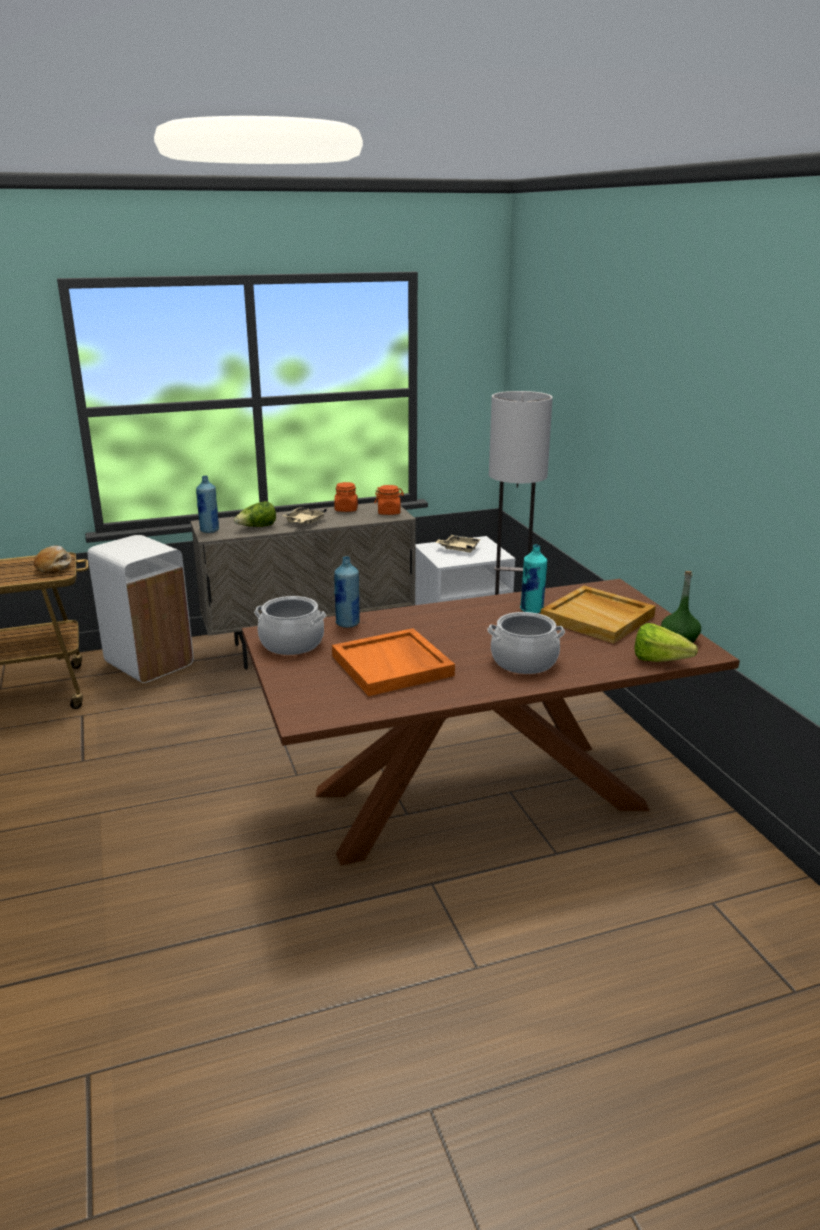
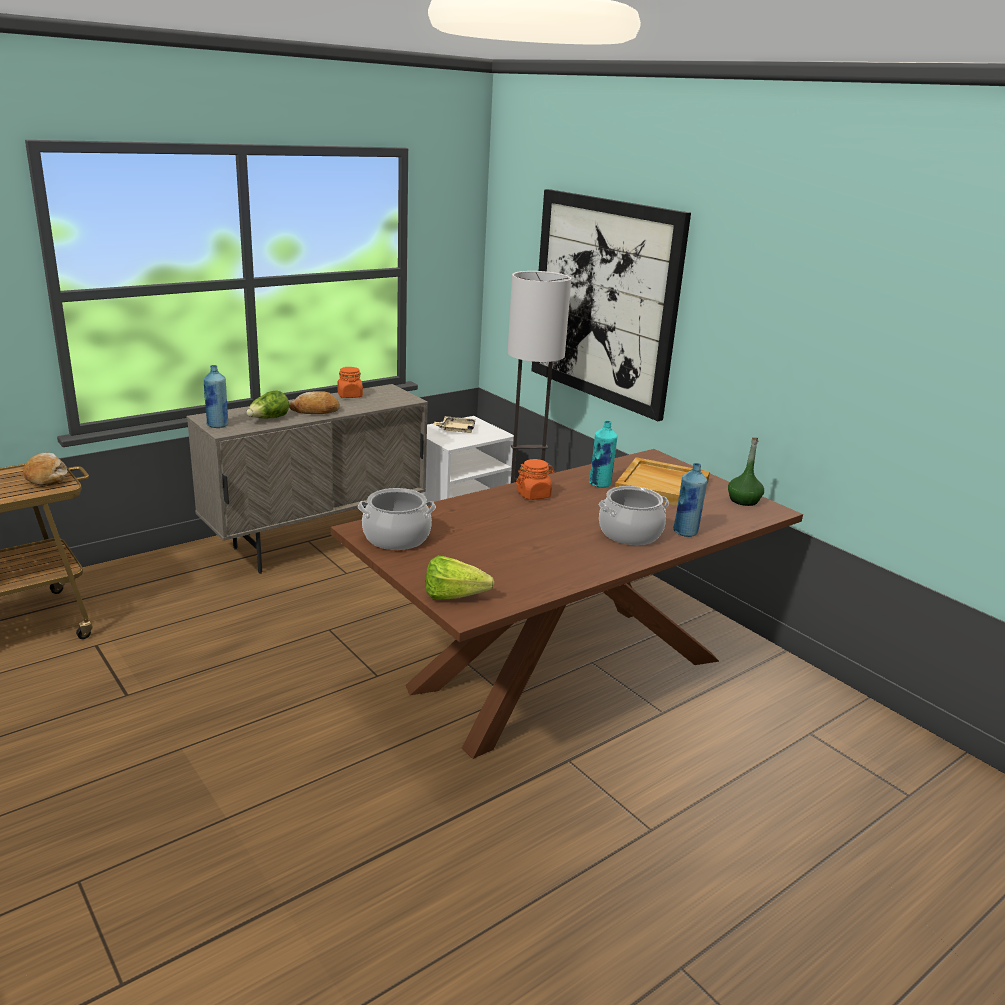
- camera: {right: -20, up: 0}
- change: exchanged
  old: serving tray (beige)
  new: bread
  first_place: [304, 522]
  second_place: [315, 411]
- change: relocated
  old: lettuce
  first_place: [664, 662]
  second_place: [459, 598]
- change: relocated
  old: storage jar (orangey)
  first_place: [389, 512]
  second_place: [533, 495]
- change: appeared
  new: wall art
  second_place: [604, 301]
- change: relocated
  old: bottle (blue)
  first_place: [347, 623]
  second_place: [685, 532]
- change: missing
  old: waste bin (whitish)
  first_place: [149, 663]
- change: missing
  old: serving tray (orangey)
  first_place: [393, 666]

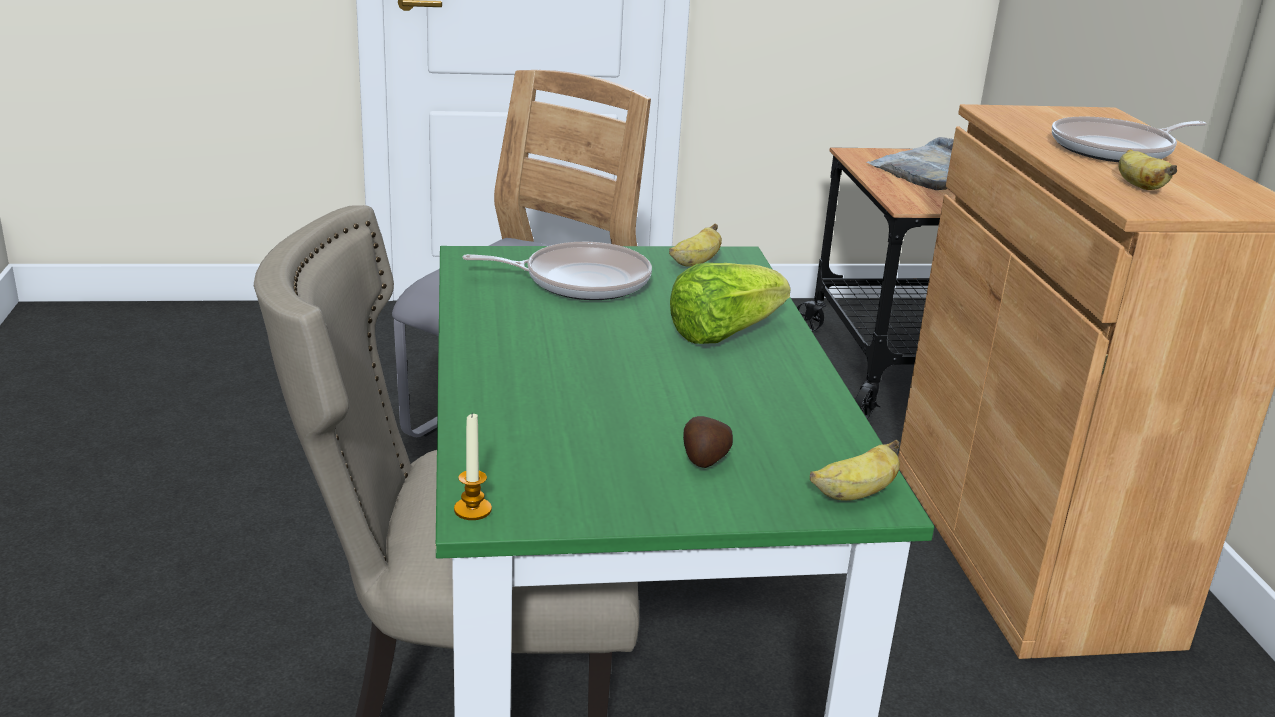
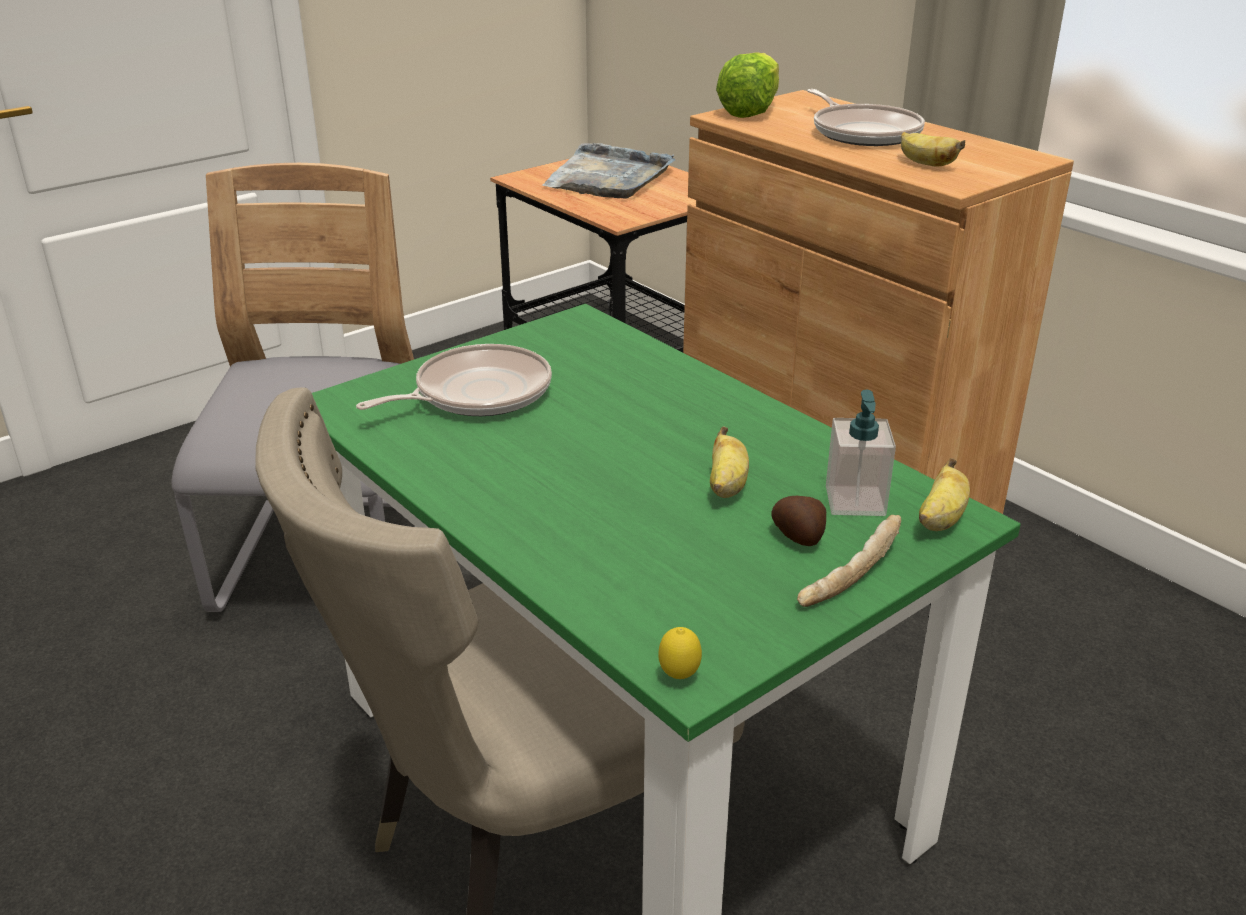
- camera: {right: -30, up: 5}
- change: exchanged
  old: candle
  new: citrus fruit
  first_place: [472, 510]
  second_place: [679, 677]
- change: relocated
  old: banana
  first_place: [695, 263]
  second_place: [726, 486]
- change: relocated
  old: lettuce
  first_place: [723, 333]
  second_place: [750, 110]
- change: appeared
  new: bread
  second_place: [848, 573]
- change: spun
  old: frying pan
  first_place: [1116, 150]
  second_place: [863, 133]
  degrees: -60
- change: appeared
  new: soap dispenser
  second_place: [855, 501]

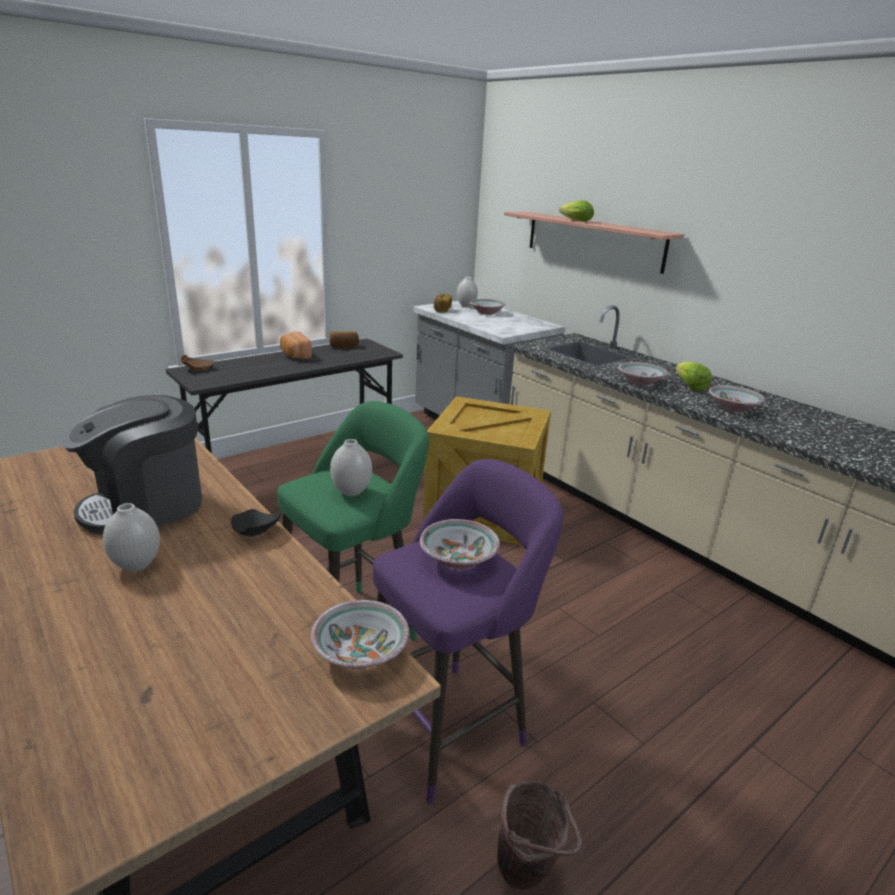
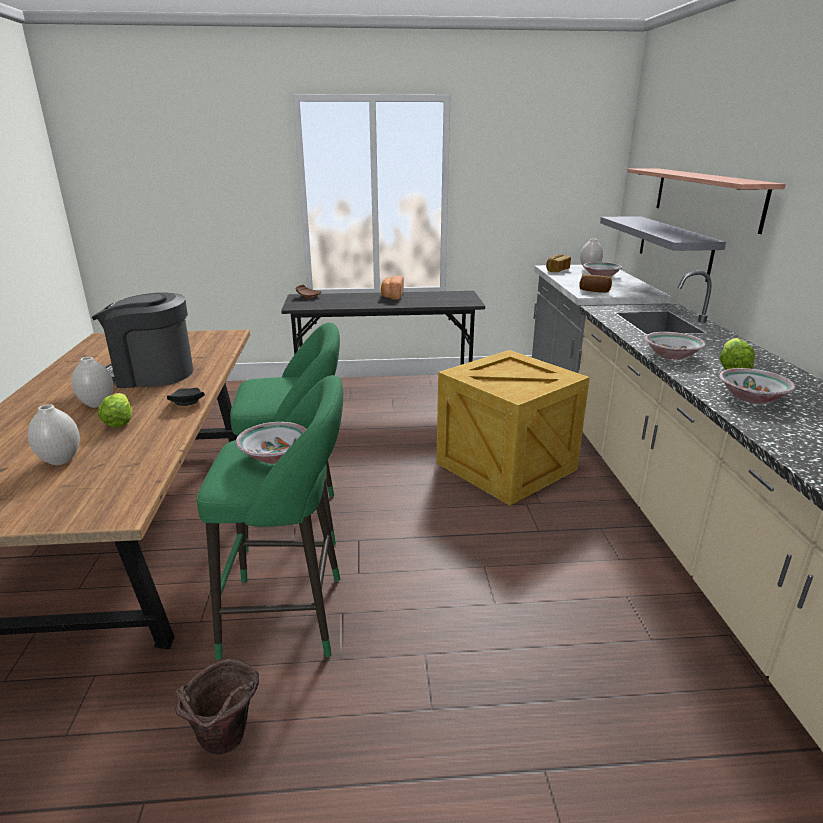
- camera: {right: 35, up: 0}
- change: relocated
  old: flower vase (whitish)
  first_place: [352, 492]
  second_place: [60, 461]
- change: relocated
  old: lettuce
  first_place: [574, 220]
  second_place: [120, 420]
- change: colour
  old: stool (purplish)
  new: stool (greenish)
  first_place: [452, 724]
  second_place: [292, 615]
- change: relocated
  old: bread
  first_place: [343, 346]
  second_place: [594, 291]
- change: appeared
  new: shelf (greyish)
  second_place: [674, 247]
- change: missing
  old: serving bowl
  first_place: [361, 652]

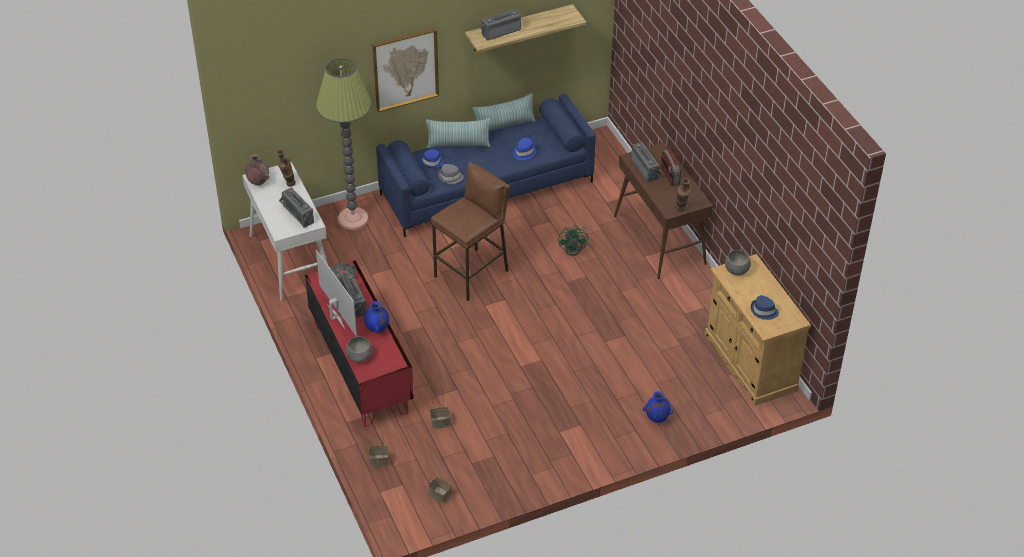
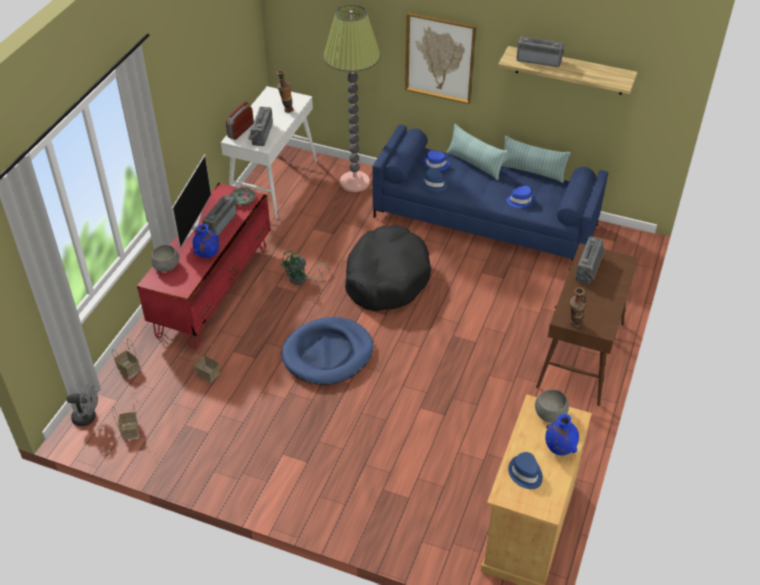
- camera: {right: 45, up: 0}
- change: appeared
  new: cooling fan (greyish)
  second_place: [88, 417]
- change: relocated
  old: radio set
  first_place: [669, 175]
  second_place: [240, 130]
- change: relocated
  old: cooling fan (greenish)
  first_place: [575, 248]
  second_place: [302, 279]
- change: appeared
  new: pet bed (blue)
  second_place: [328, 354]
- change: exchanged
  old: stool (brown)
  new: pet bed (black-coloured)
  first_place: [472, 274]
  second_place: [386, 278]
- change: colour
  old: clothing hat (greyish)
  new: clothing hat (blue)
  first_place: [450, 177]
  second_place: [434, 184]
- change: relocated
  old: flower vase (blue)
  first_place: [656, 418]
  second_place: [559, 449]
- change: missing
  old: flower vase (brown)
  first_place: [258, 182]

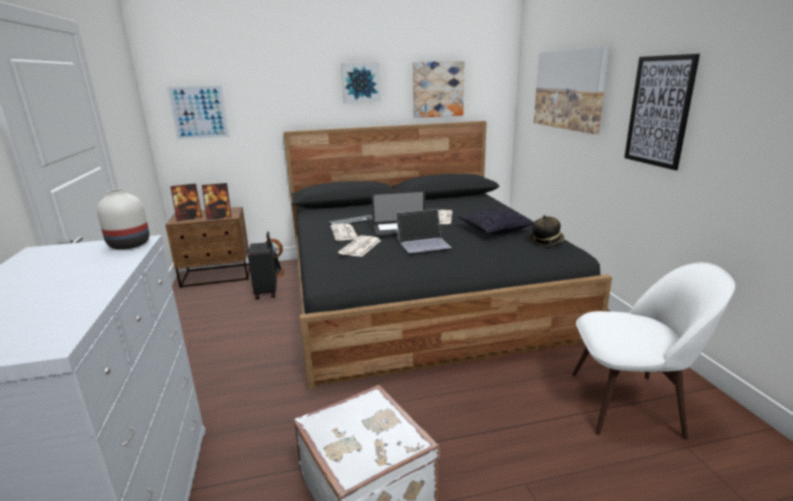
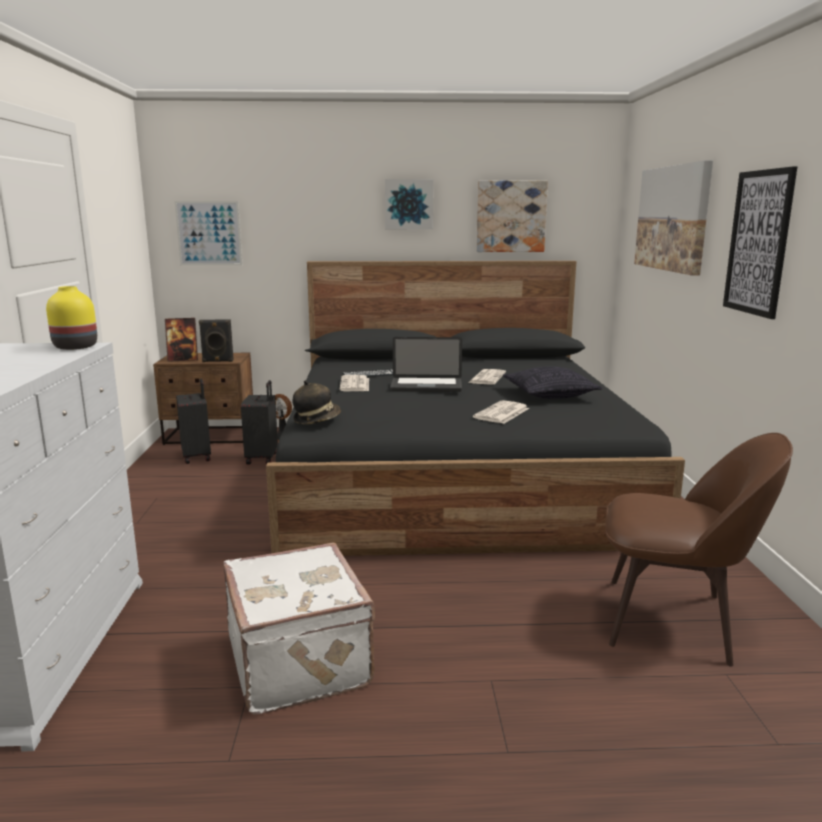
- camera: {right: 10, up: -5}
- change: colour
  old: flower vase (whitish)
  new: flower vase (yellow)
  first_place: [128, 245]
  second_place: [74, 347]
- change: appeared
  new: suitcase (black-coloured)
  second_place: [197, 457]
- change: exchanged
  old: photo frame
  new: loudspeaker (black-coloured)
  first_place: [219, 217]
  second_place: [217, 361]
- change: relocated
  old: clothing hat
  first_place: [546, 241]
  second_place: [316, 419]
- change: relocated
  old: newspaper
  first_place: [360, 247]
  second_place: [501, 413]
- change: colour
  old: plain chair (whitish)
  new: plain chair (brown)
  first_place: [630, 403]
  second_place: [674, 620]
- change: missing
  old: laptop
  first_place: [423, 243]

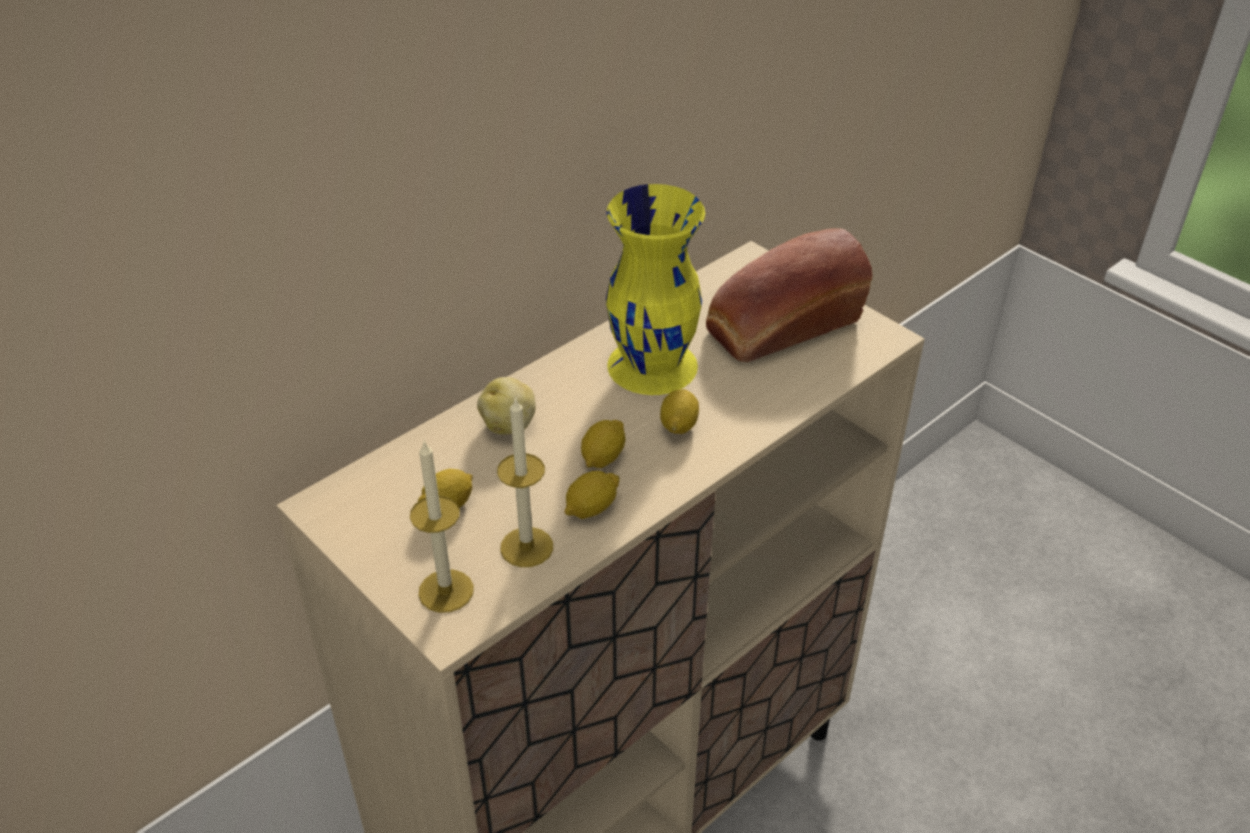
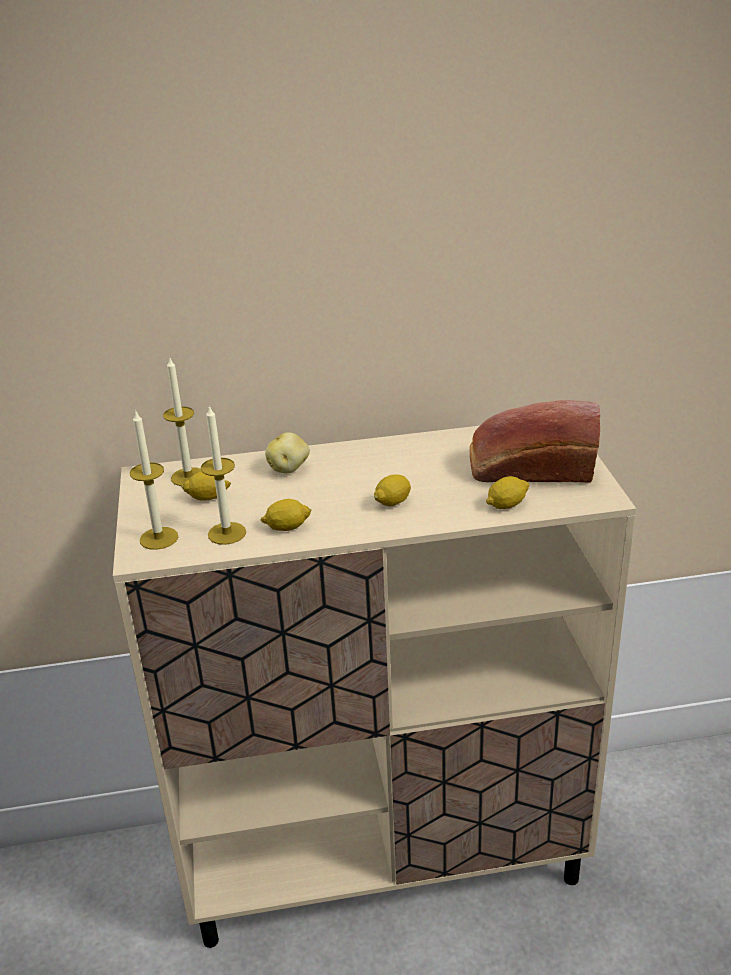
- camera: {right: 35, up: -10}
- change: appeared
  new: candle
  second_place: [188, 477]
- change: relocated
  old: citrus fruit
  first_place: [603, 457]
  second_place: [506, 505]
- change: missing
  old: flower vase (yellow)
  first_place: [654, 365]

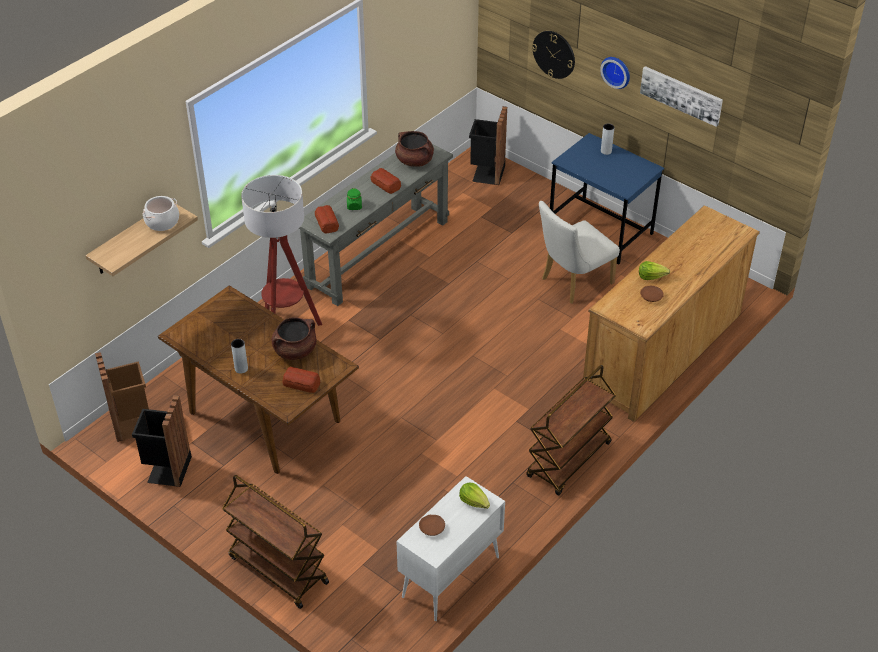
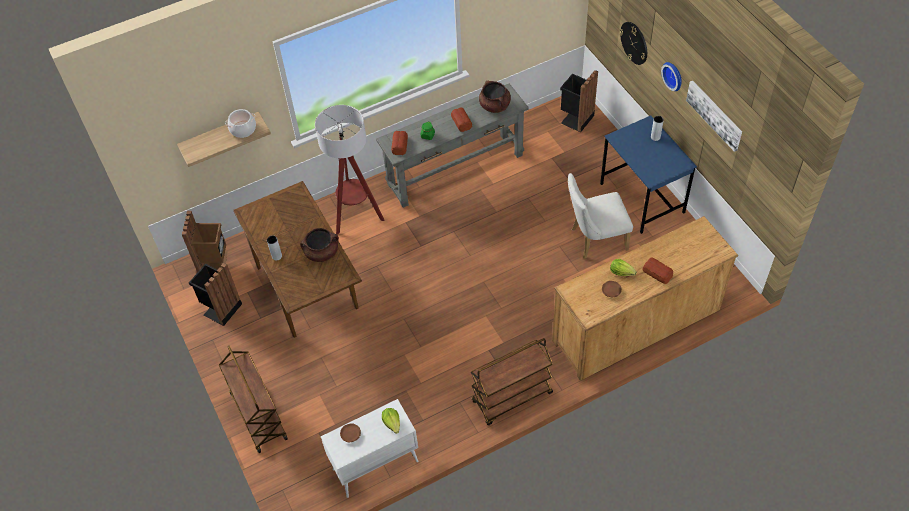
- camera: {right: 25, up: 10}
- change: relocated
  old: bread
  first_place: [301, 384]
  second_place: [657, 273]

